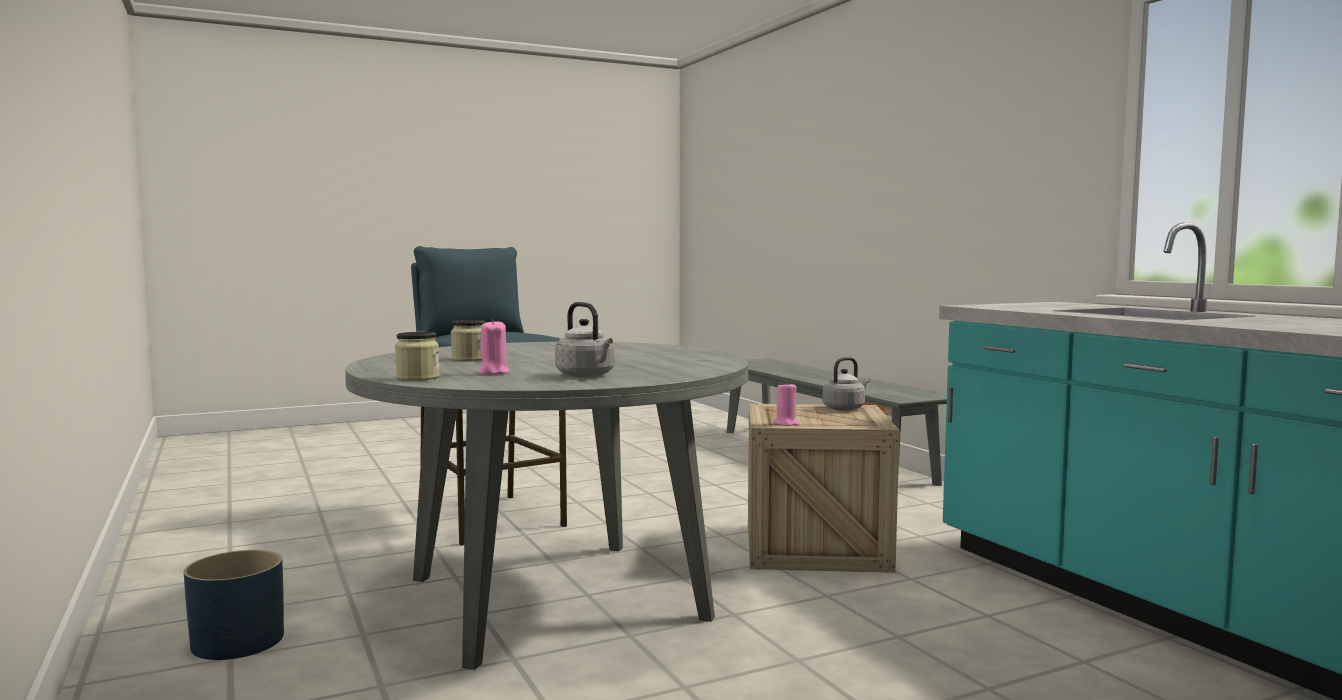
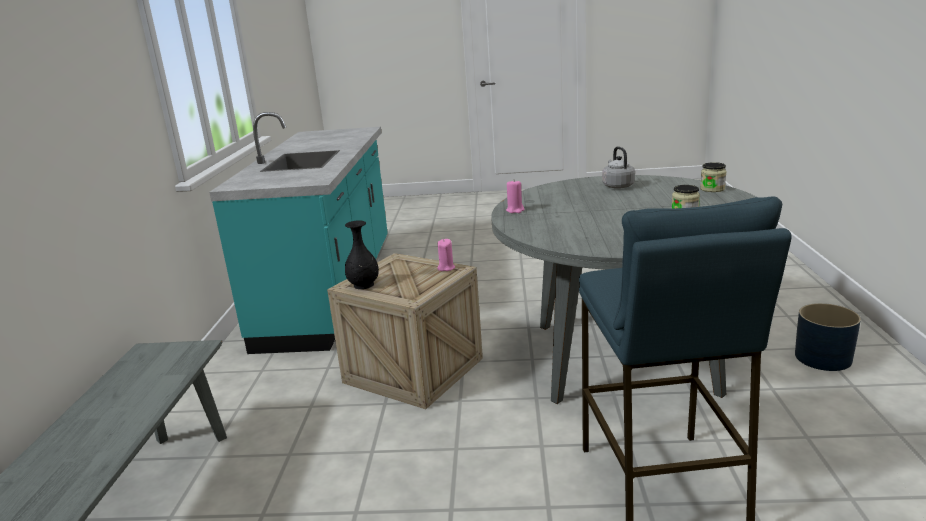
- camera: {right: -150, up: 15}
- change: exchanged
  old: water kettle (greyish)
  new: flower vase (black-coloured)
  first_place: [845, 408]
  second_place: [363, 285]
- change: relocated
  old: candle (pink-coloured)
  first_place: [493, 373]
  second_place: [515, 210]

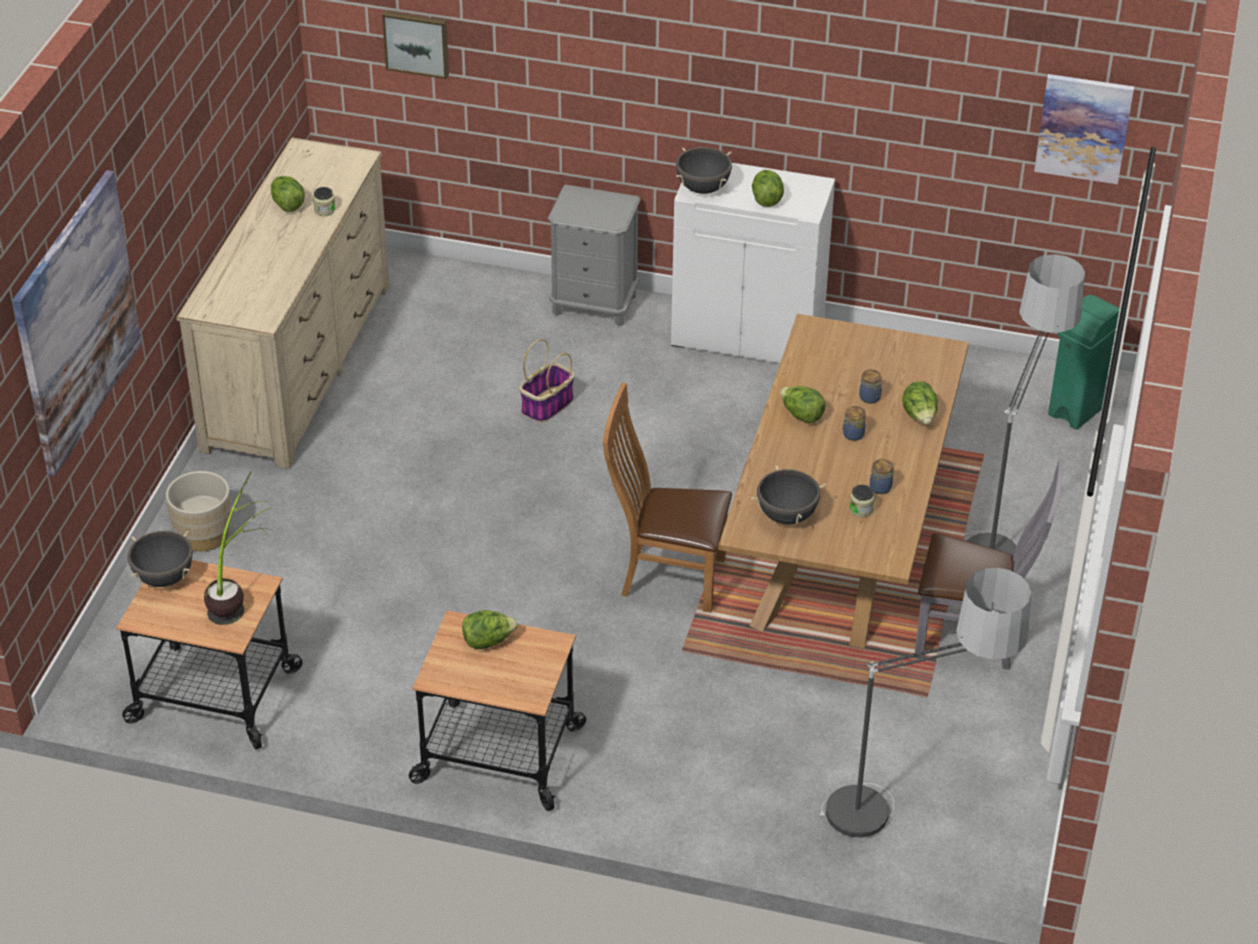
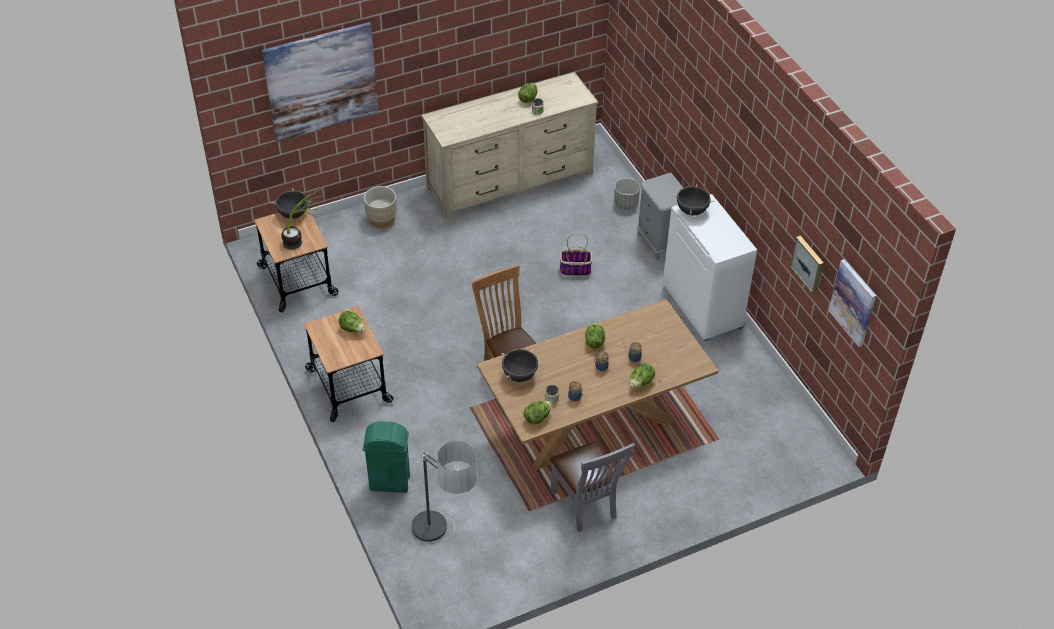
- camera: {right: 50, up: 5}
- change: relocated
  old: waste bin (greenish)
  first_place: [1078, 409]
  second_place: [389, 482]
- change: relocated
  old: lettuce
  first_place: [766, 199]
  second_place: [537, 417]
- change: appeared
  new: planter (greyish)
  second_place: [625, 204]
- change: relocated
  old: wall art
  first_place: [417, 43]
  second_place: [808, 264]
- change: missing
  old: standard lamp
  first_place: [1003, 529]

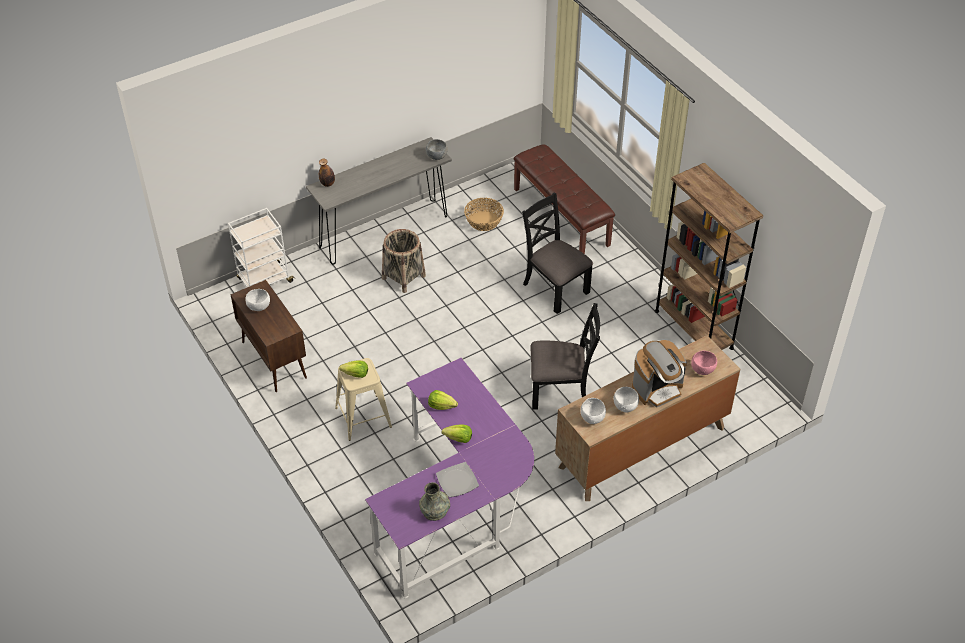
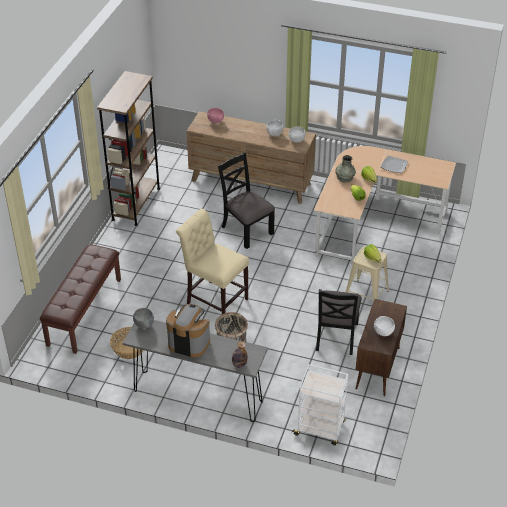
- camera: {right: -130, up: -5}
- change: relocated
  old: coffee machine
  first_place: [657, 389]
  second_place: [189, 343]
- change: appeared
  new: plain chair (beige)
  second_place: [214, 299]
- change: colour
  old: desk unit (purplish)
  new: desk unit (beige)
  first_place: [458, 506]
  second_place: [372, 224]
- change: relocated
  old: plain chair (black-coloured)
  first_place: [555, 288]
  second_place: [336, 336]
- change: relocated
  old: flower vase (greyish)
  first_place: [435, 510]
  second_place: [344, 177]

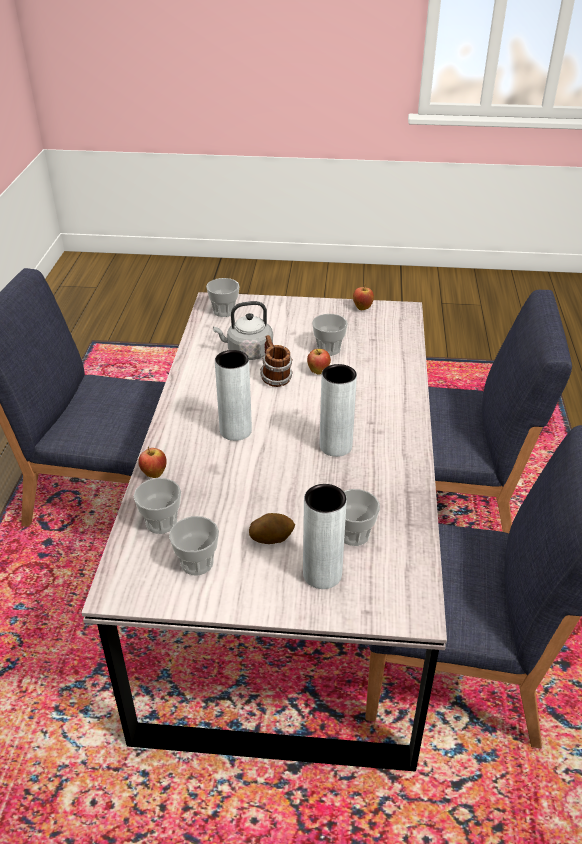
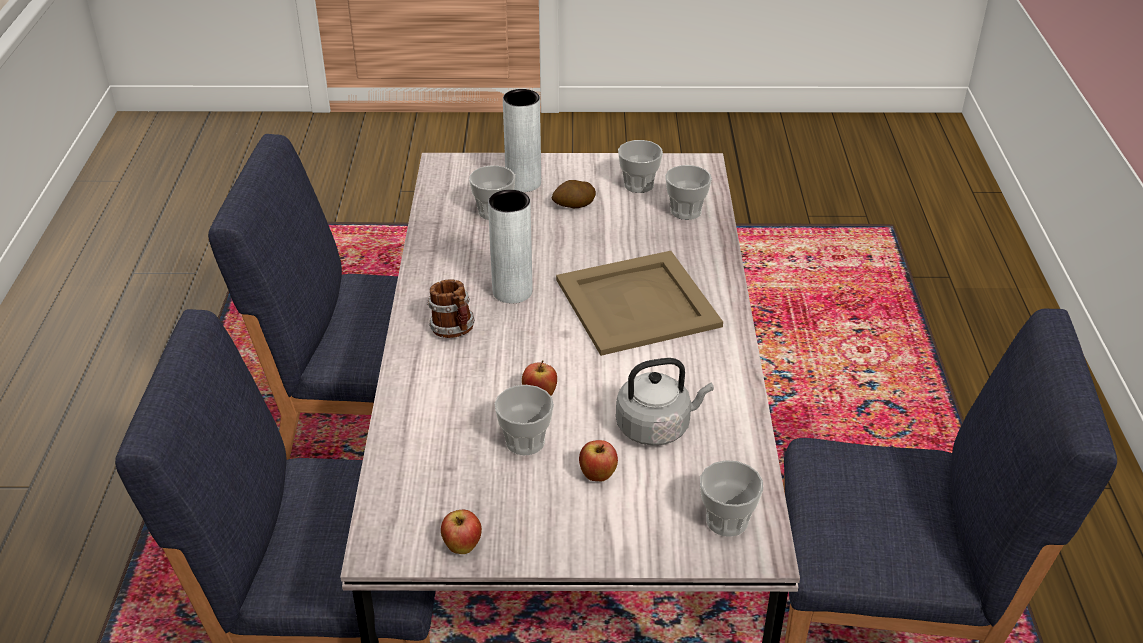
- camera: {right: 175, up: 0}
- change: relocated
  old: mug
  first_place: [275, 378]
  second_place: [454, 330]
- change: exchanged
  old: flower vase (greyish)
  new: serving tray (beige)
  first_place: [235, 431]
  second_place: [639, 303]
- change: relocated
  old: whole apple
  first_place: [154, 474]
  second_place: [598, 476]

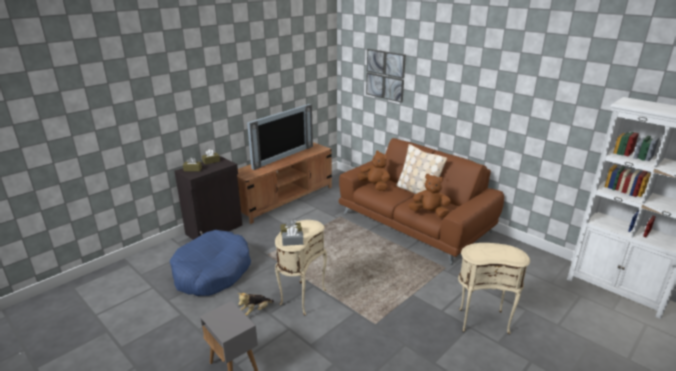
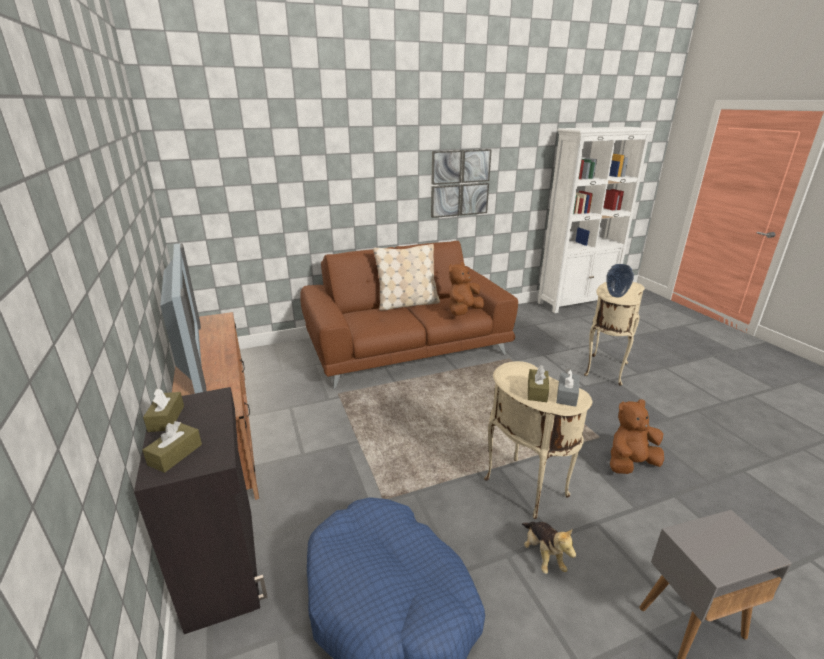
- camera: {right: -65, up: 0}
- change: relocated
  old: wall art
  first_place: [385, 75]
  second_place: [460, 183]
- change: appeared
  new: flower vase
  second_place: [616, 295]
- change: relocated
  old: cuddly toy (brown)
  first_place: [374, 186]
  second_place: [630, 463]

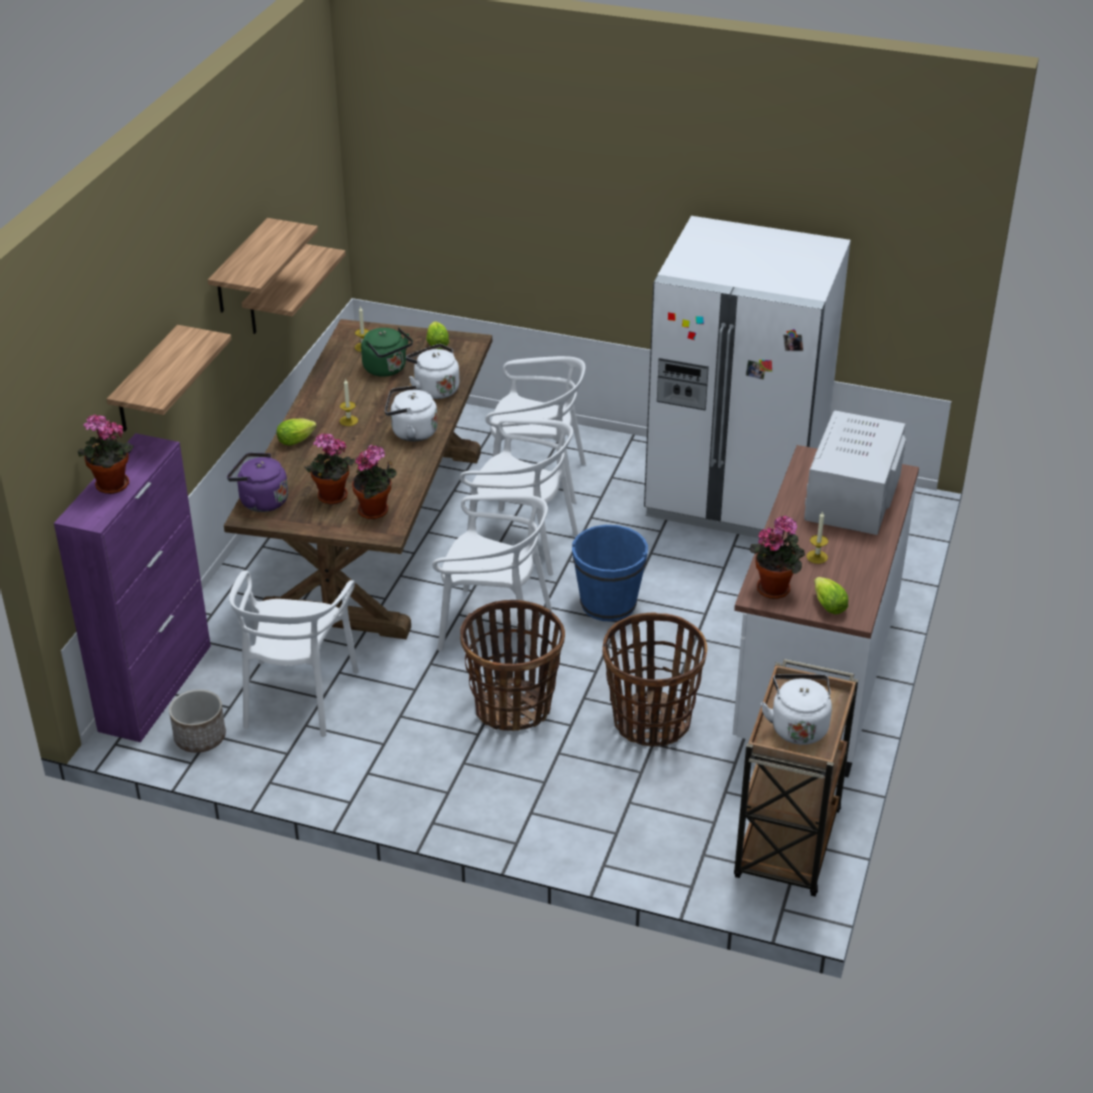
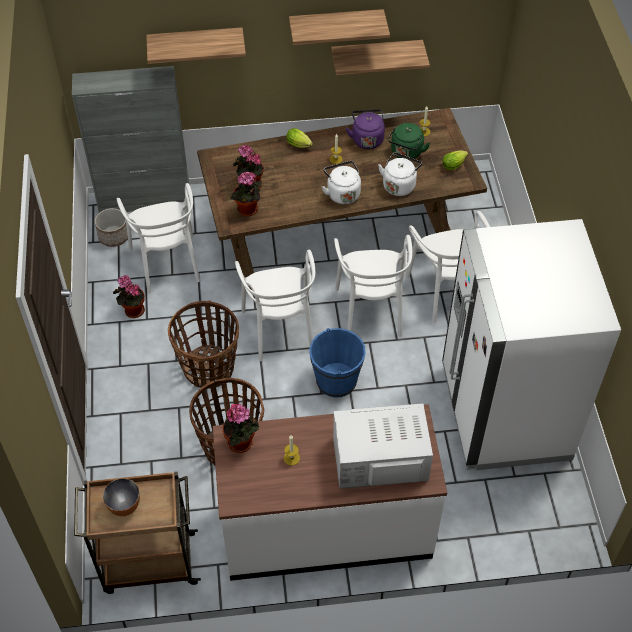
- camera: {right: 65, up: 15}
- change: colour
  old: cupboard (purplish)
  new: cupboard (greyish)
  first_place: [156, 687]
  second_place: [145, 200]
- change: exchanged
  old: water kettle (whitish)
  new: serving bowl
  first_place: [798, 726]
  second_place: [124, 506]
- change: relocated
  old: houseplant
  first_place: [110, 487]
  second_place: [132, 310]
- change: spun
  old: plain chair (whitish)
  first_place: [297, 697]
  second_place: [167, 263]
  degrees: -90
- change: relocated
  old: water kettle (purplish)
  first_place: [260, 501]
  second_place: [367, 139]
- change: missing
  old: lettuce
  first_place: [827, 604]

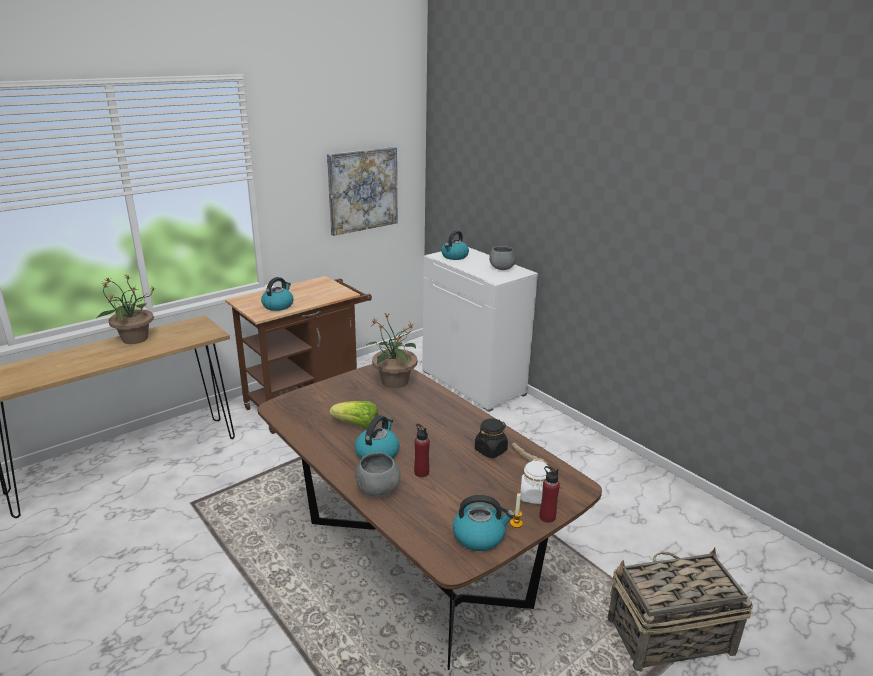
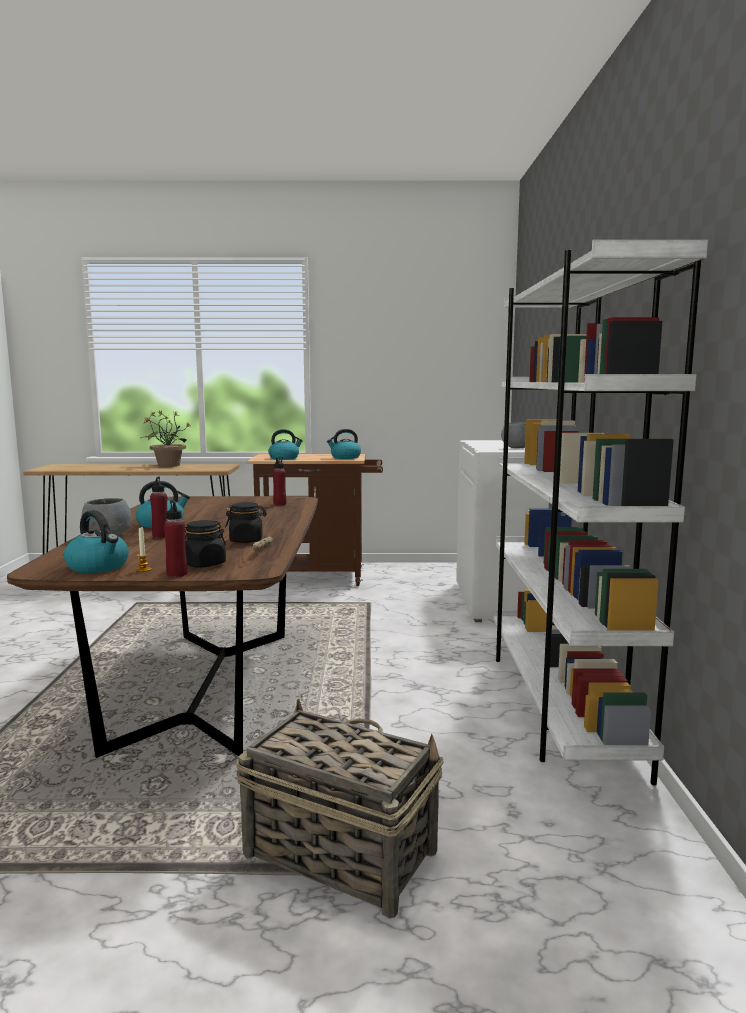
- camera: {right: 40, up: -15}
- change: colour
  old: storage jar (whitish)
  new: storage jar (black-coloured)
  first_place: [534, 496]
  second_place: [203, 564]
- change: exchanged
  old: houseplant
  new: bottle (red)
  first_place: [394, 382]
  second_place: [280, 504]
- change: relocated
  old: water kettle
  first_place: [454, 256]
  second_place: [345, 457]
- change: appeared
  new: bookcase (whitish)
  second_place: [558, 704]
- change: missing
  old: wall art
  first_place: [362, 190]
- change: missing
  old: lettuce
  first_place: [357, 425]

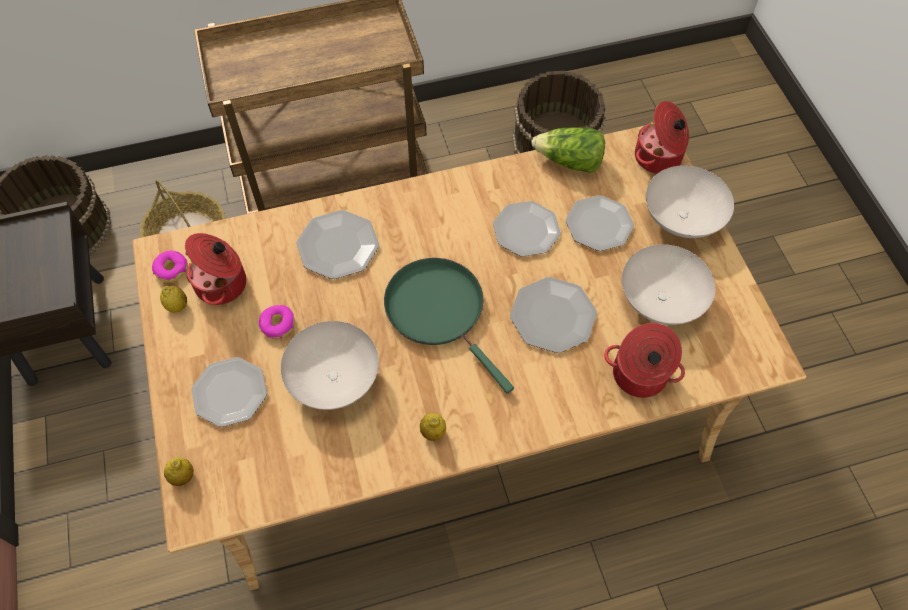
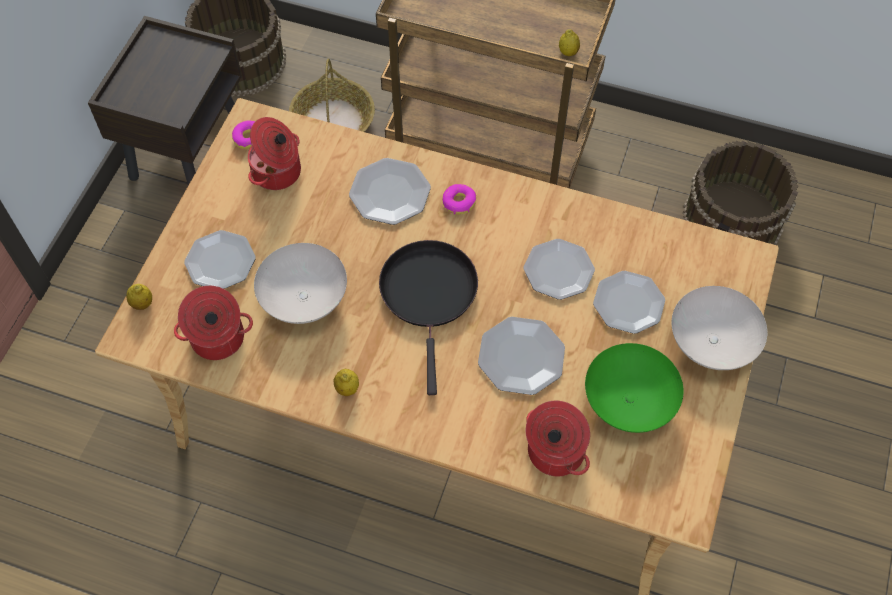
- camera: {right: 35, up: 0}
- change: relocated
  old: stockpot
  first_place: [658, 158]
  second_place: [218, 339]
- change: colour
  old: frying pan (greenish)
  new: frying pan (black-coloured)
  first_place: [439, 311]
  second_place: [429, 295]
- change: relocated
  old: doughnut
  first_place: [277, 325]
  second_place: [458, 202]
- change: relocated
  old: citrus fruit
  first_place: [177, 306]
  second_place: [568, 52]
- change: colour
  old: serving bowl (whitish)
  new: serving bowl (greenish)
  first_place: [662, 300]
  second_place: [630, 403]
- change: missing
  old: lettuce
  first_place: [569, 162]

